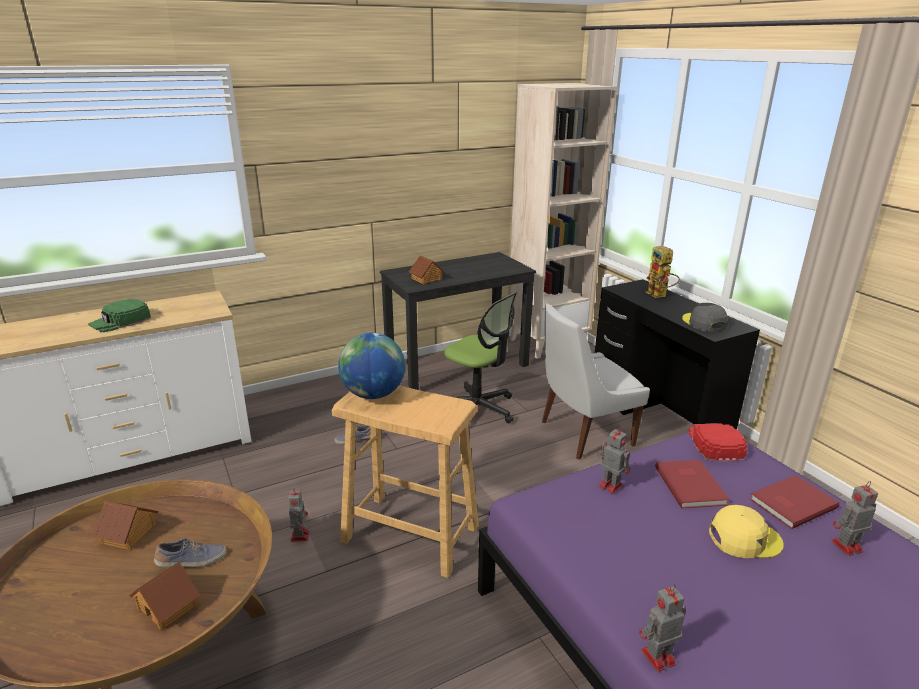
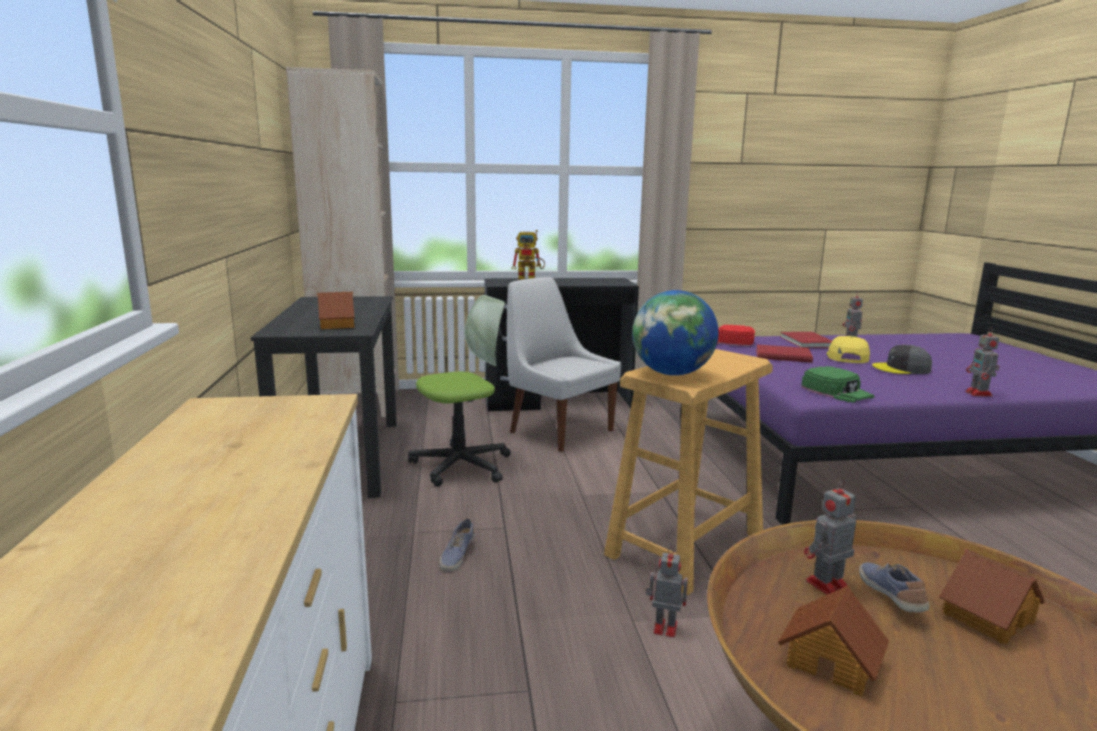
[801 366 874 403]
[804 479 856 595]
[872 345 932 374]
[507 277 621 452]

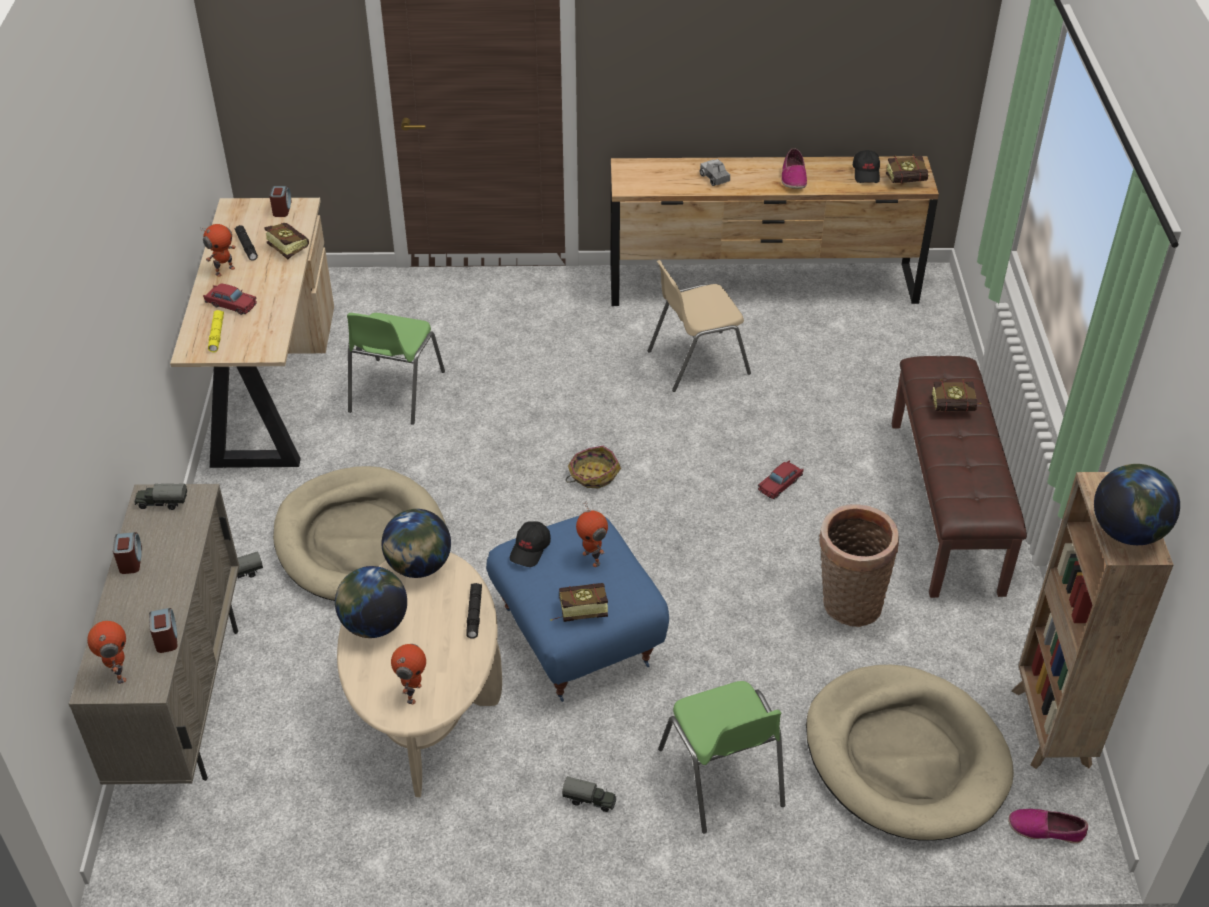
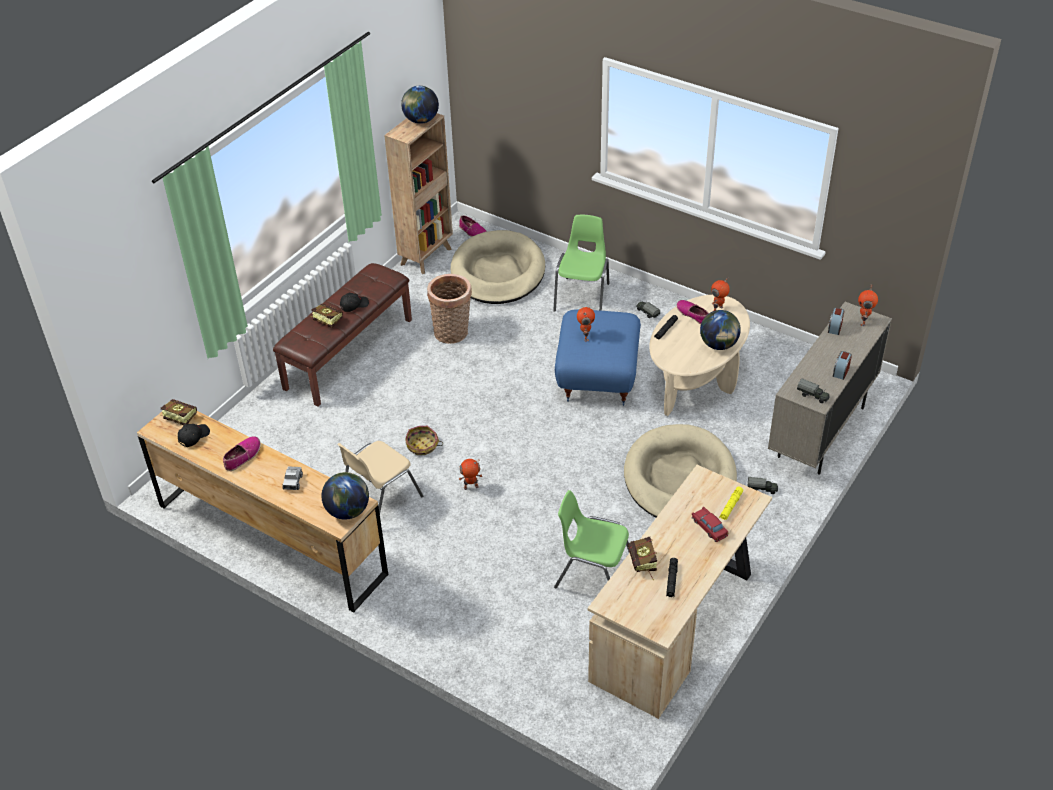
[269 186 292 217] (first image)
[550 583 608 622] (first image)
[758 460 804 499] (first image)
[676 300 709 325]
[459 459 483 490]
[321 472 369 520]
[340 293 369 312]
[405 426 443 455]
[554 490 630 588]
[337 441 423 513]

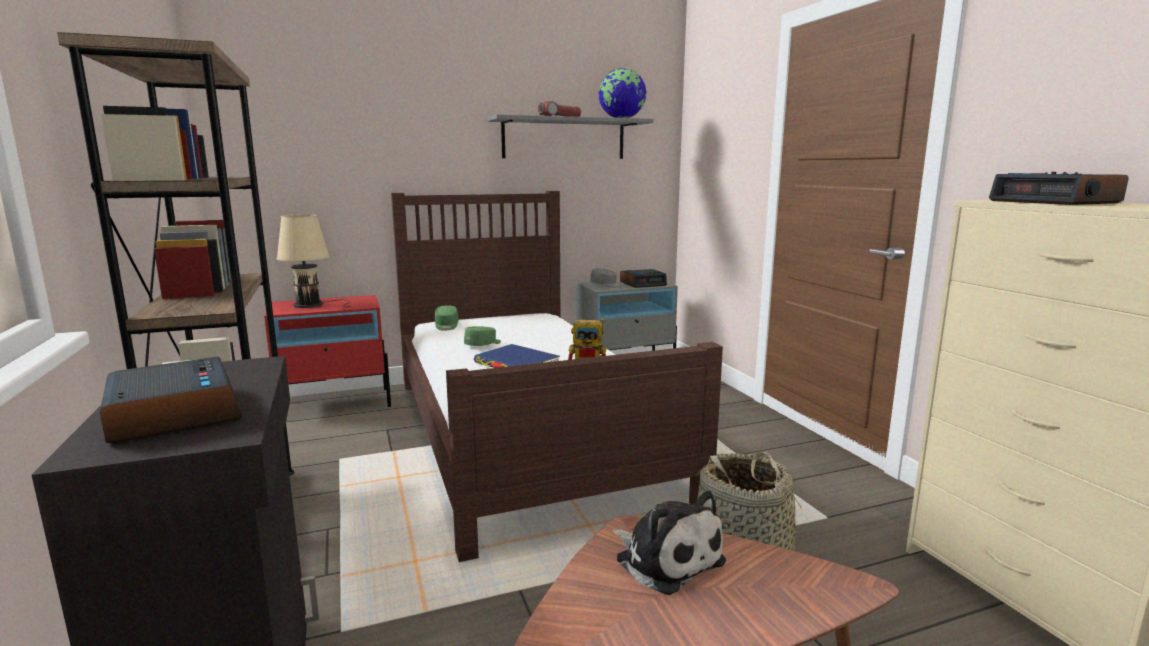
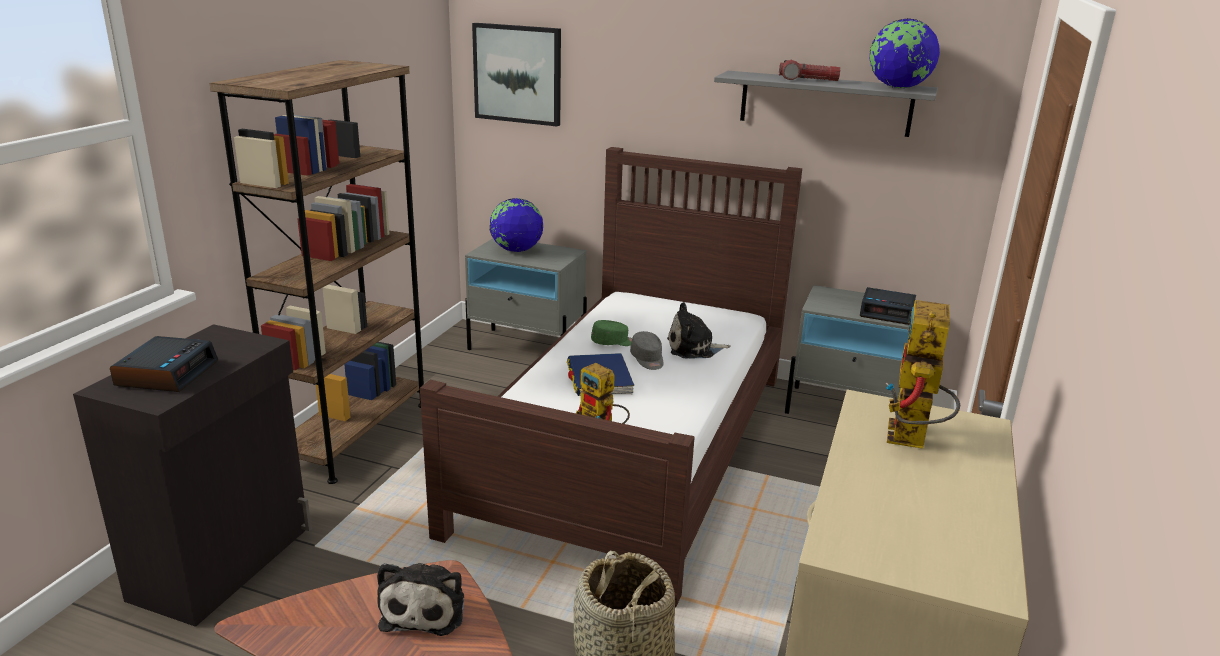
[435 305 459 331] (first image)
[472 23 561 126]
[667 302 731 359]
[630 331 663 370]
[490 198 543 252]
[886 300 960 449]
[465 238 587 350]

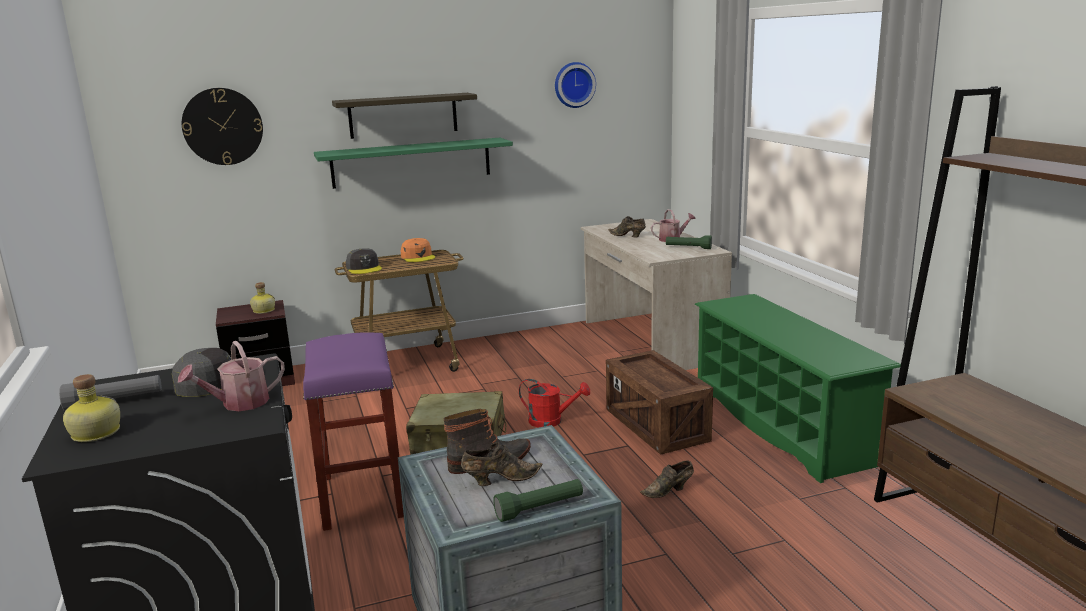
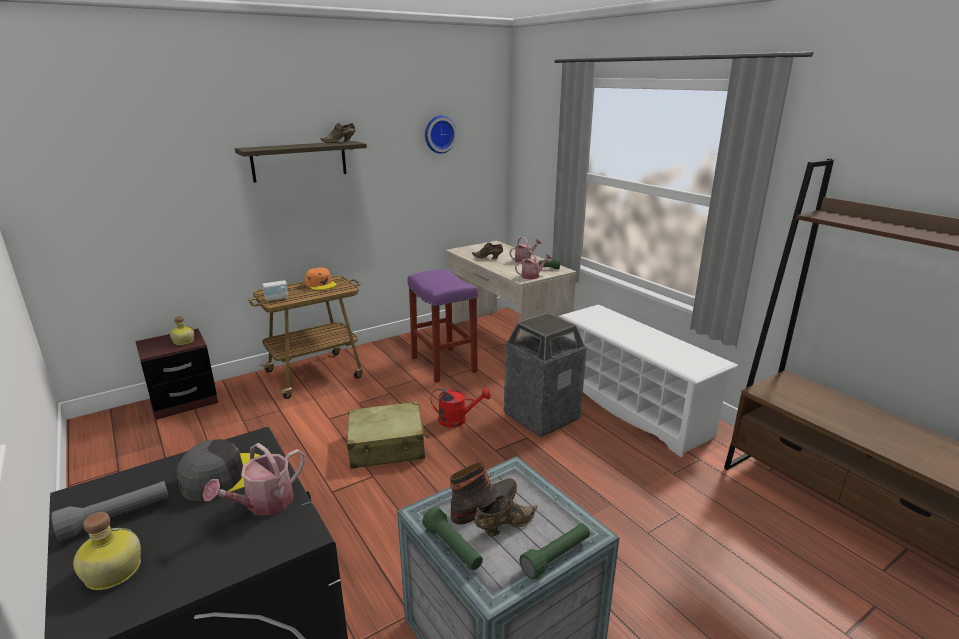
[182 88 263 165] (first image)
[314 138 513 189] (first image)
[422 507 483 570]
[515 251 552 280]
[408 269 478 383]
[320 123 356 143]
[262 270 289 301]
[504 313 586 438]
[559 305 738 457]

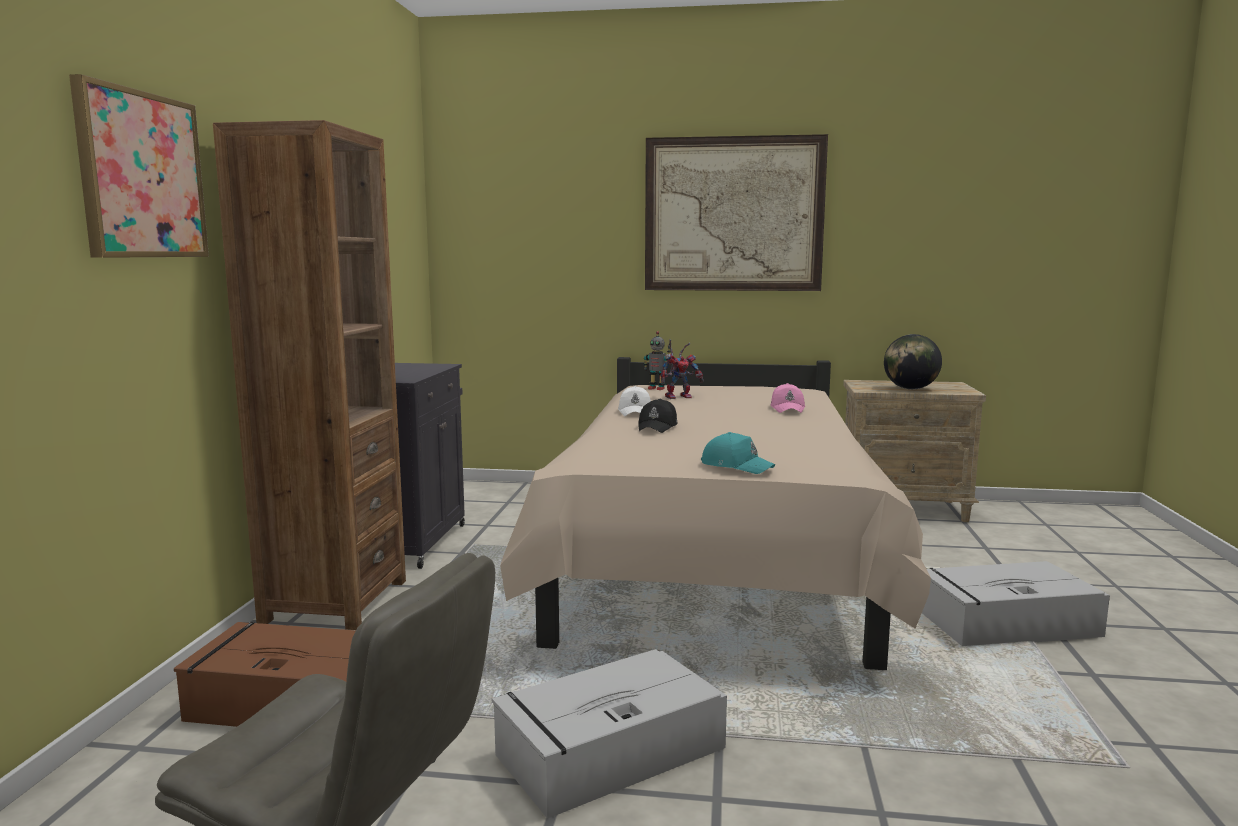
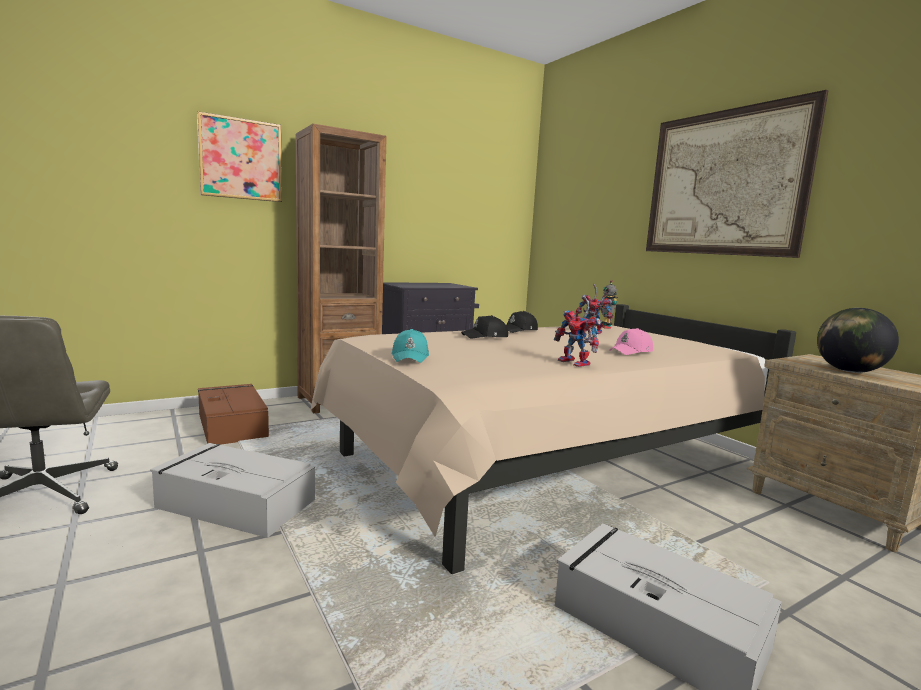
[554 296 602 367]
[506 311 538 333]

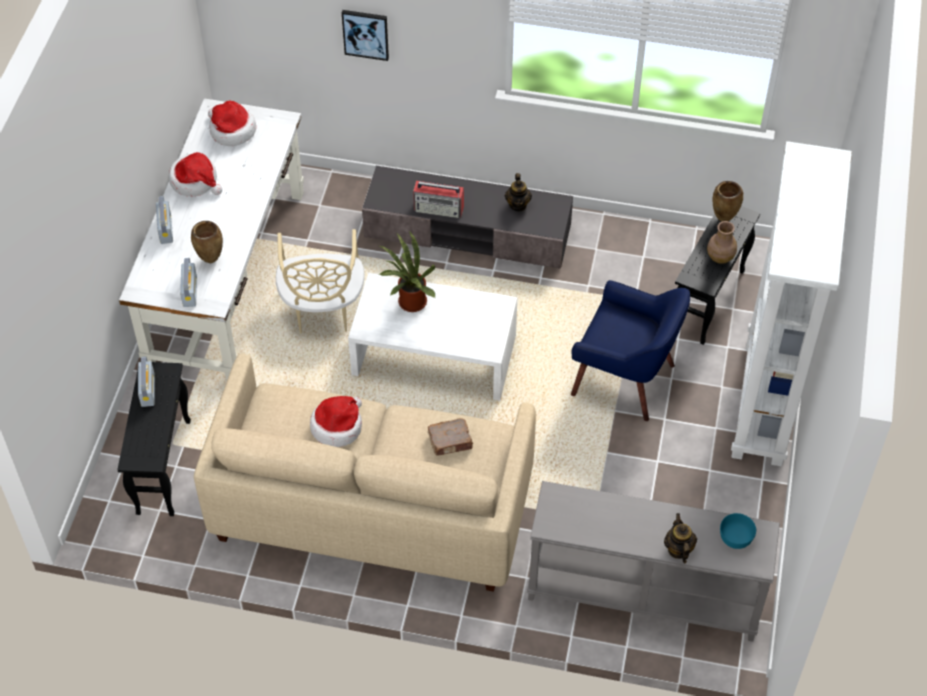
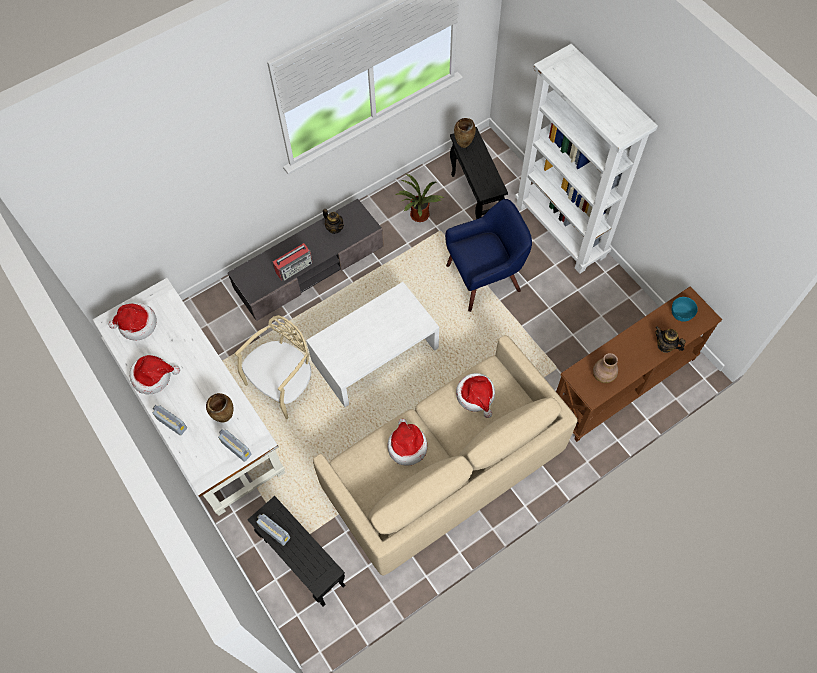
[342 10 389 61] (first image)
[396 174 445 222]
[593 353 618 383]
[456 373 495 418]
[556 287 722 442]
[235 315 311 419]

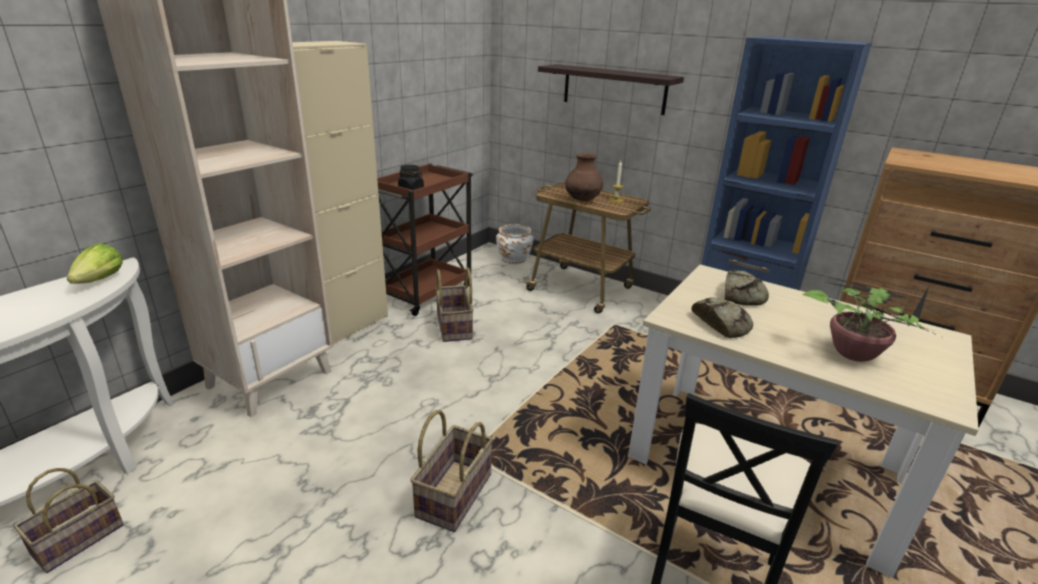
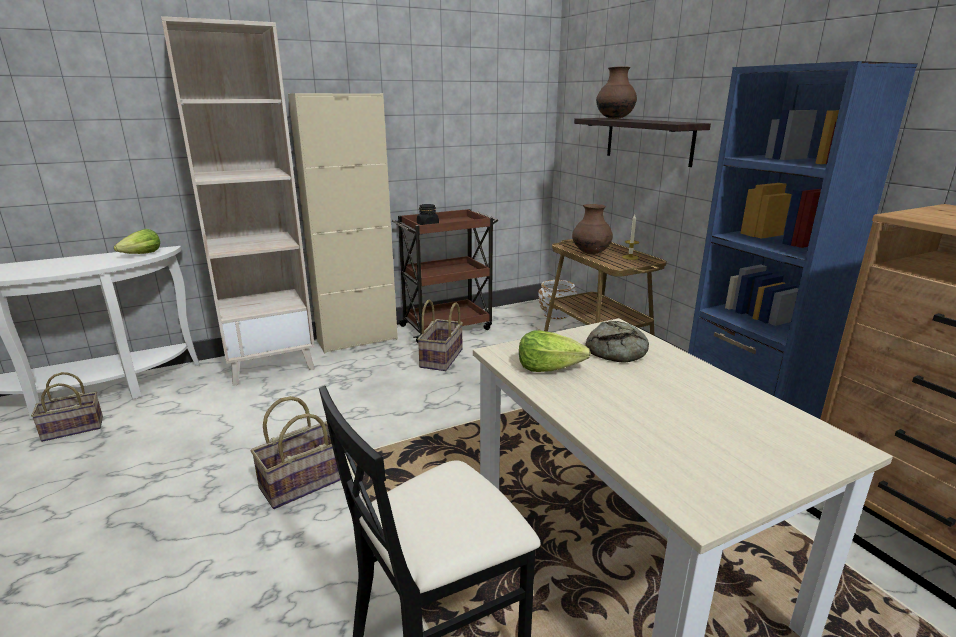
[802 278 939 362] (first image)
[596 67 637 119]
[519 330 591 372]

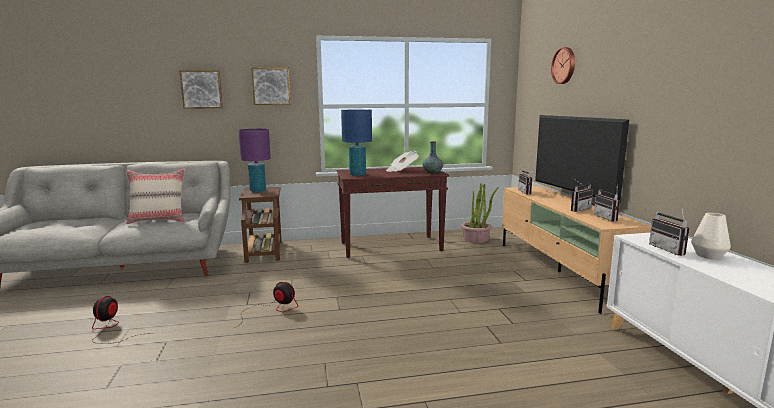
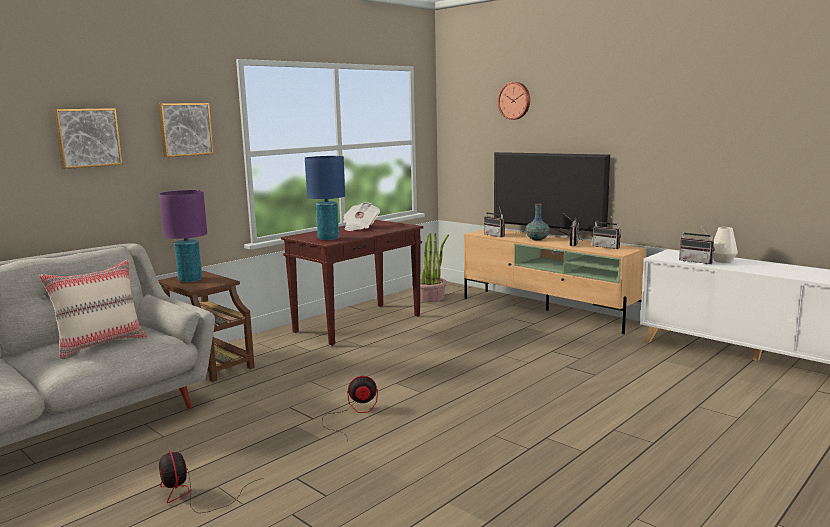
[525 204 550 241]

